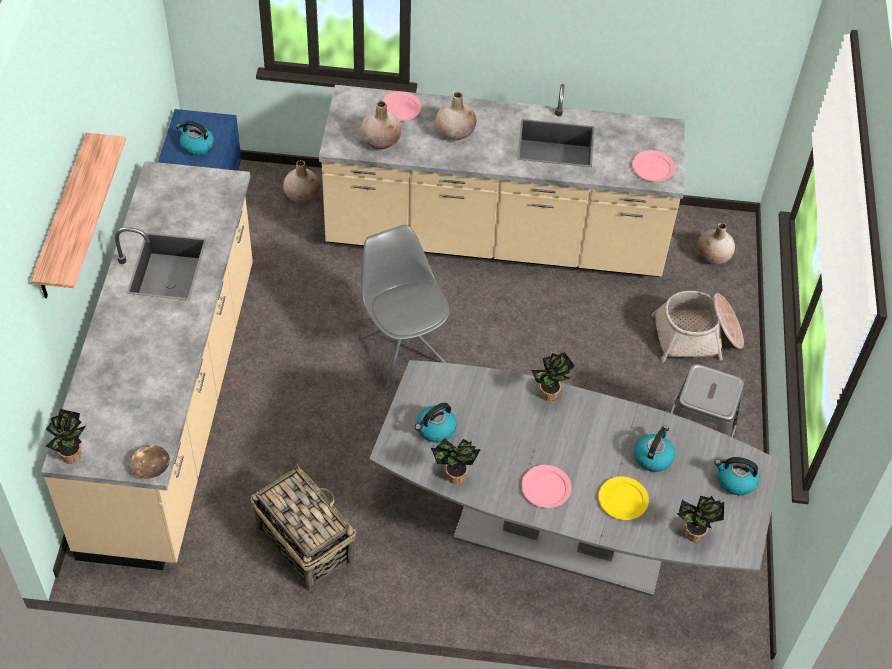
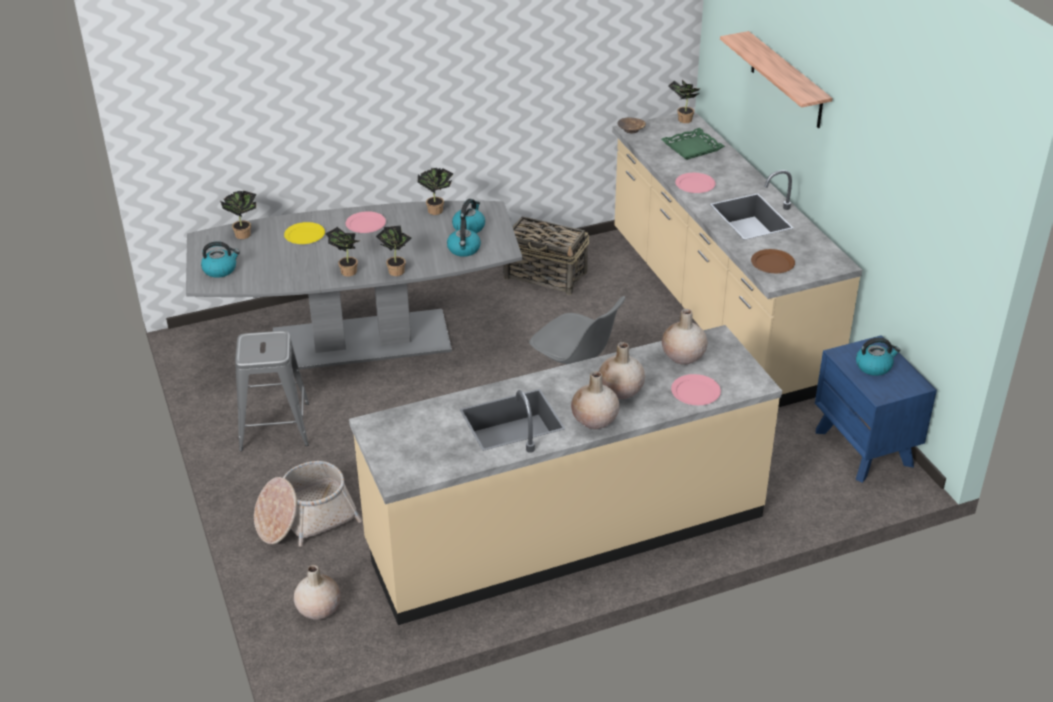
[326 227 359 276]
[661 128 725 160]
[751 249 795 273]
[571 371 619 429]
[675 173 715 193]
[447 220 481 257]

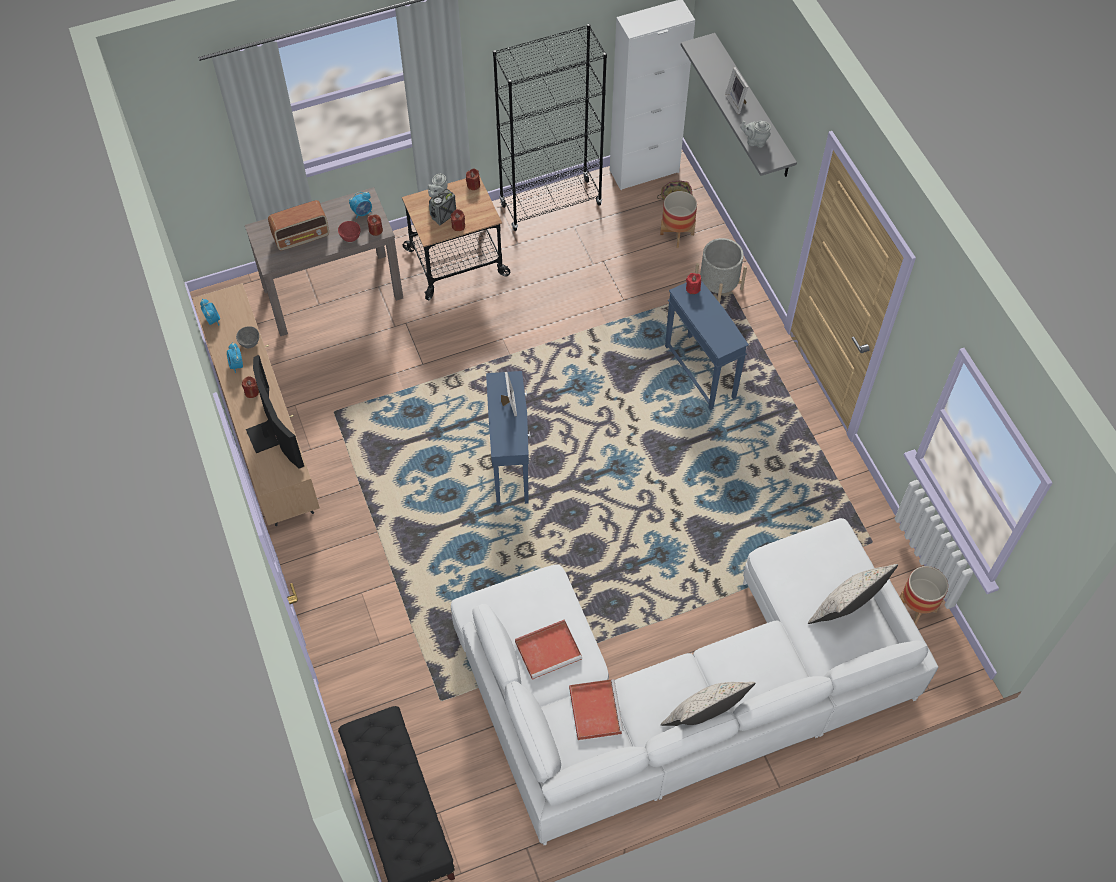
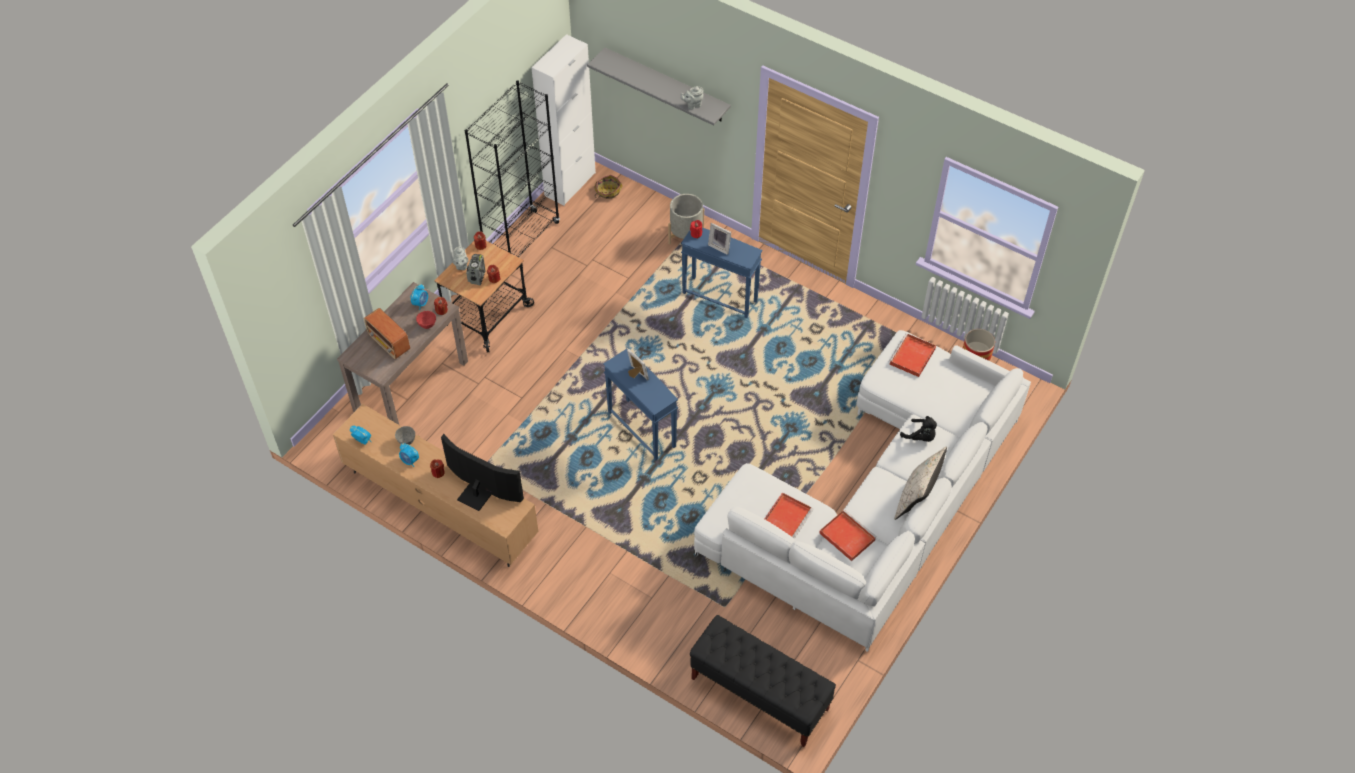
[660 191 697 248] (first image)
[808 564 898 624] (first image)
[889 333 936 377]
[900 416 937 442]
[708 223 731 255]
[364 308 410 359]

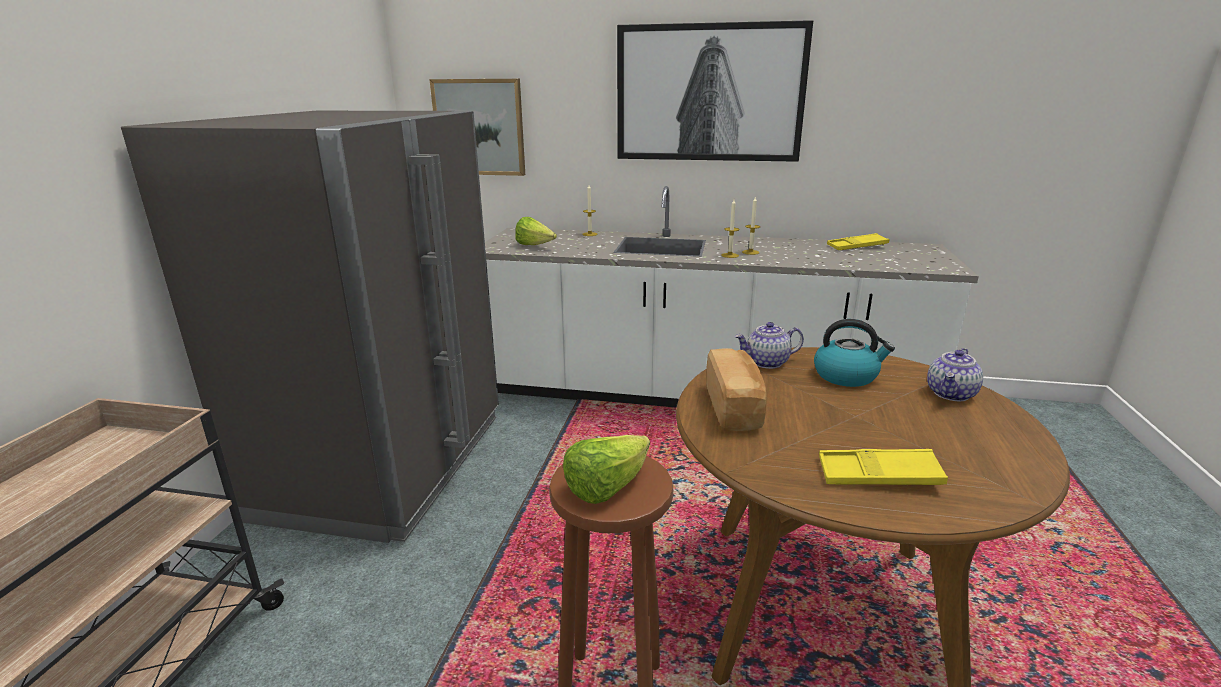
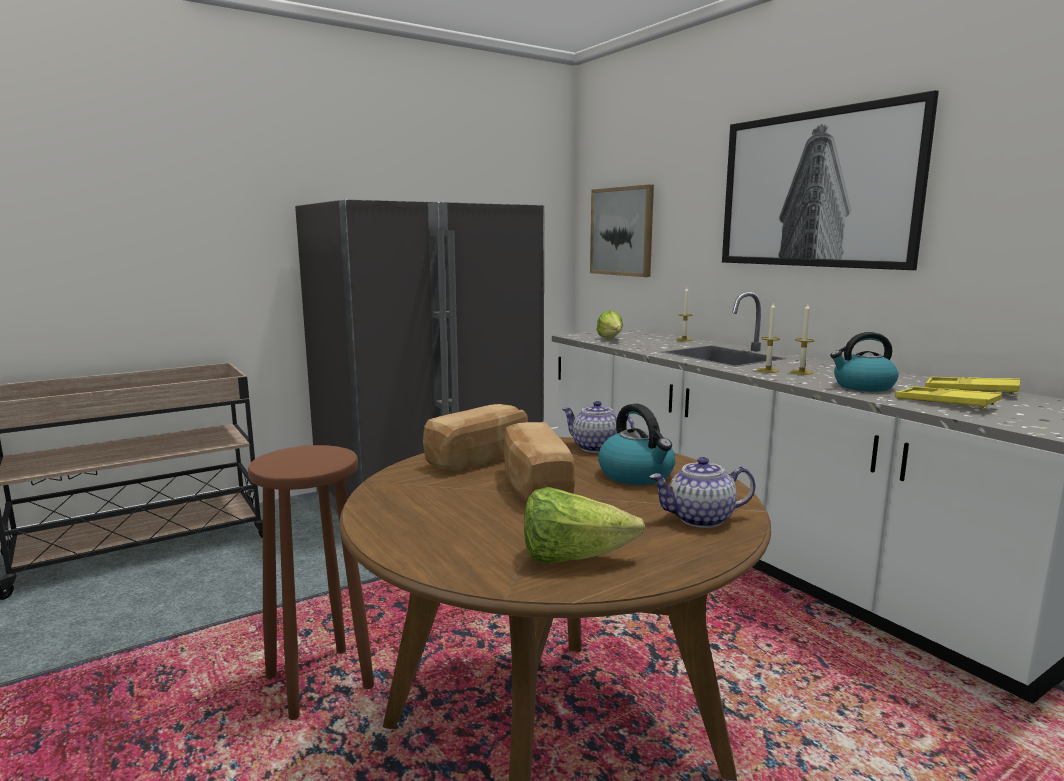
[504 421 575 502]
[830 332 898 392]
[524 487 645 563]
[895 386 1002 409]

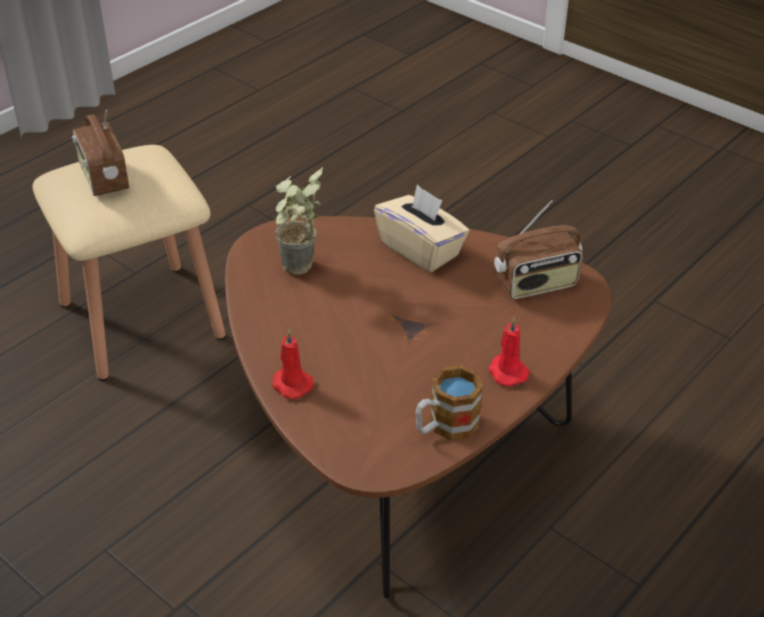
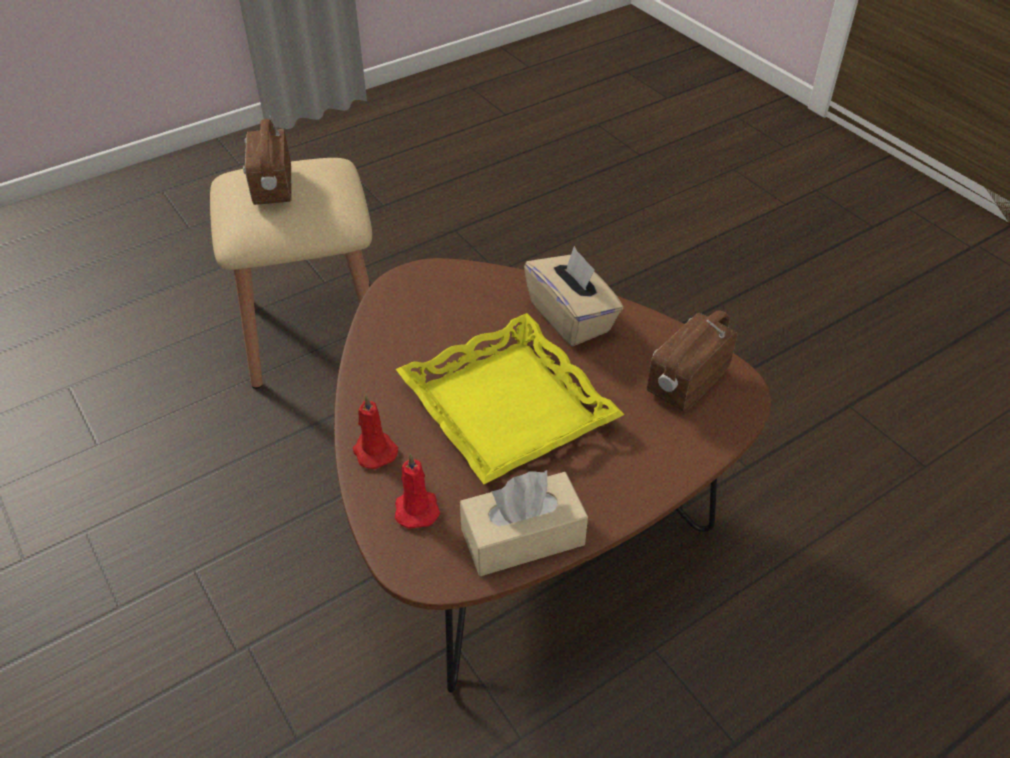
[275 168 323 275] (first image)
[396 313 624 484]
[395 453 440 529]
[460 470 588 576]
[647 310 737 412]

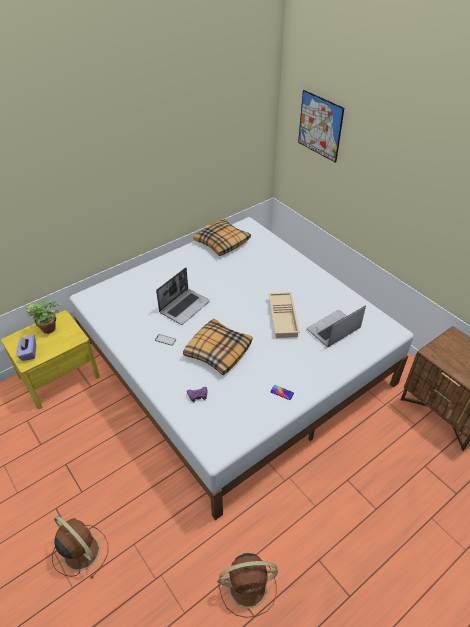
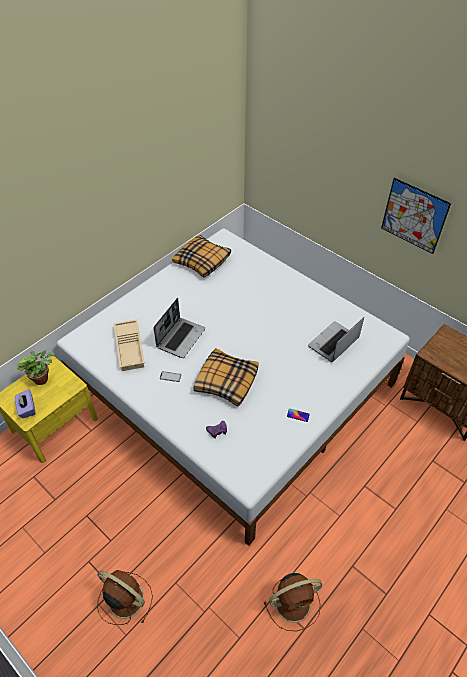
[114 319 145 371]
[381 178 451 254]

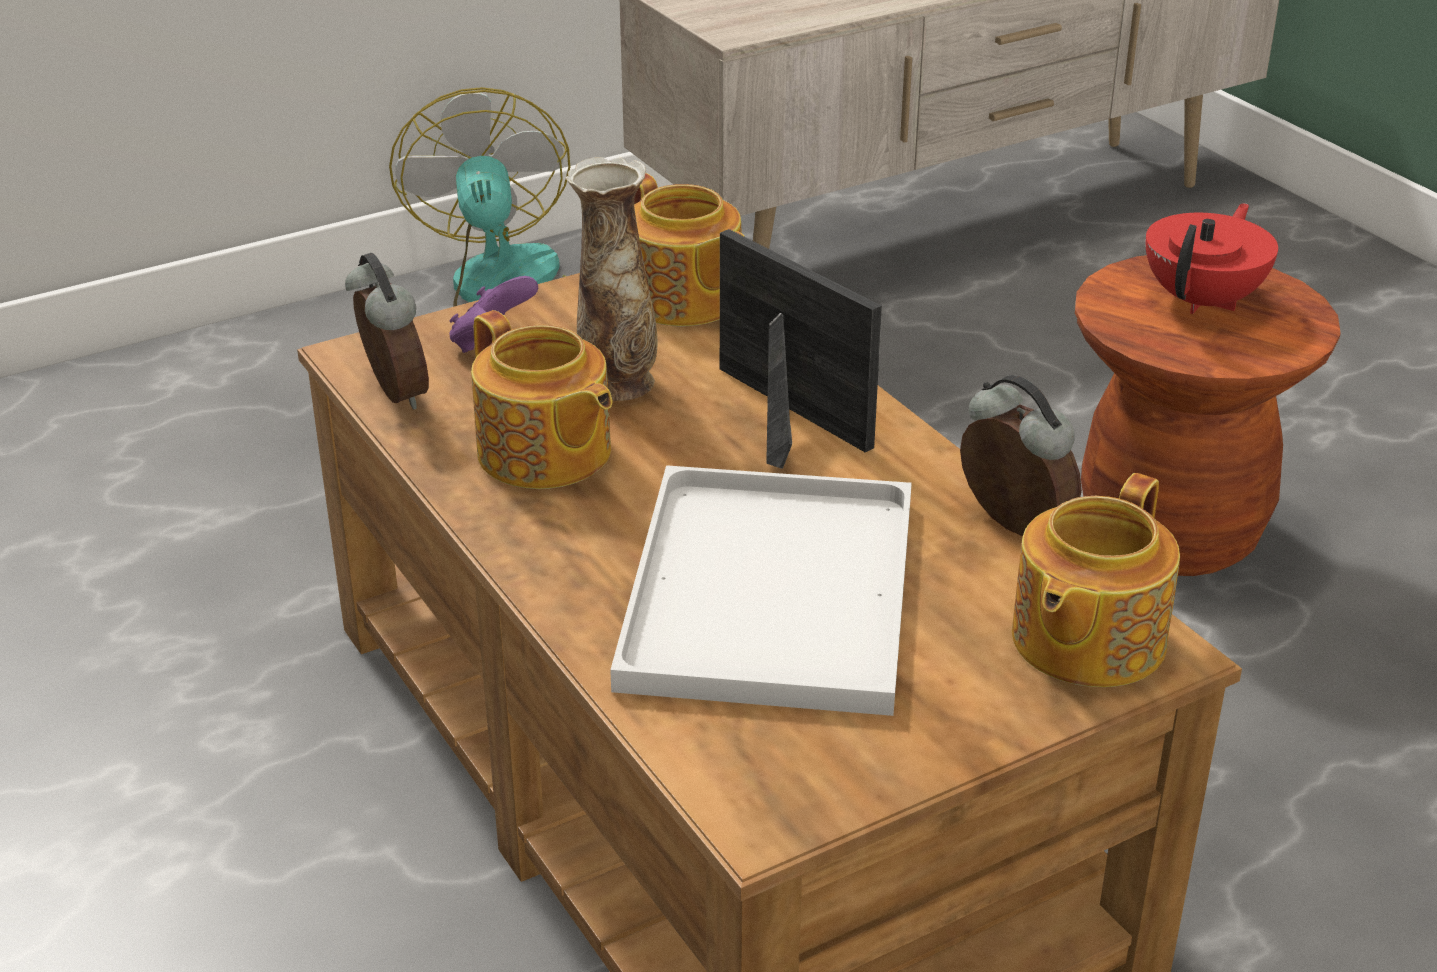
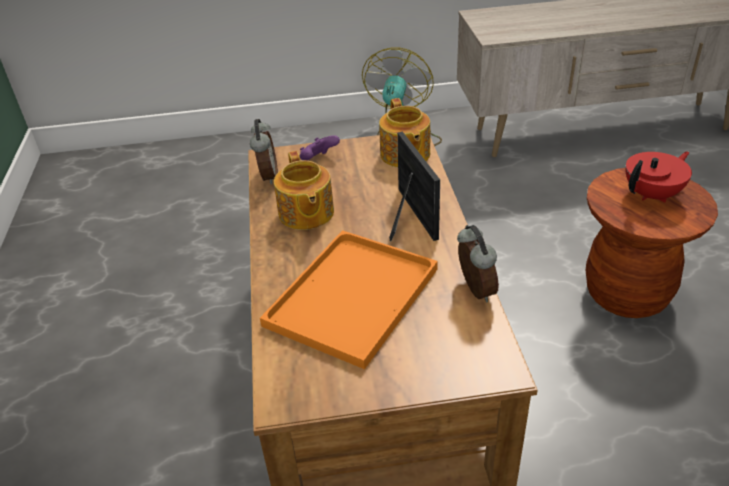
[565 157 658 401] (first image)
[1012 473 1180 687] (first image)
[260 230 438 369]

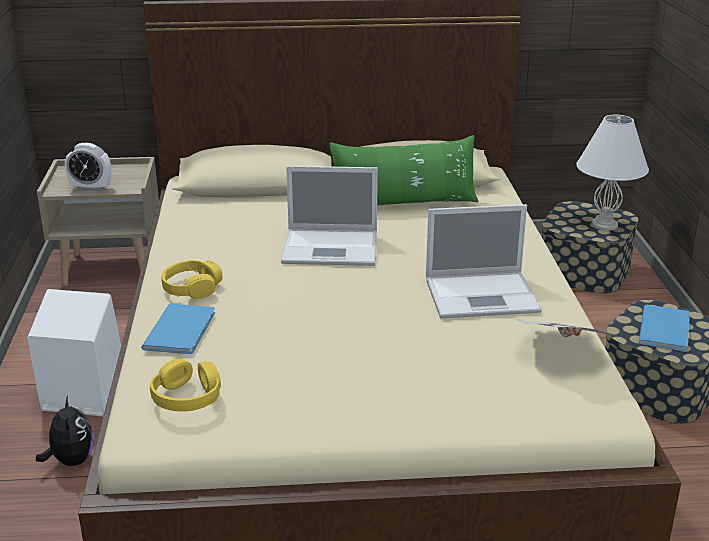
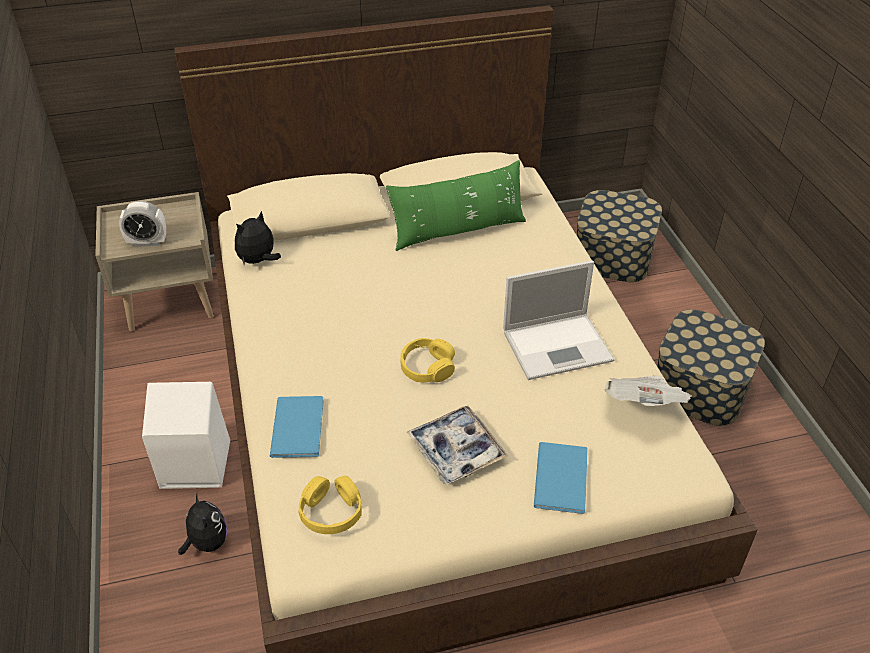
[281 166 378 266] (first image)
[576 115 649 231] (first image)
[235 210 281 266]
[407 406 508 485]
[401 338 455 383]
[534 442 588 514]

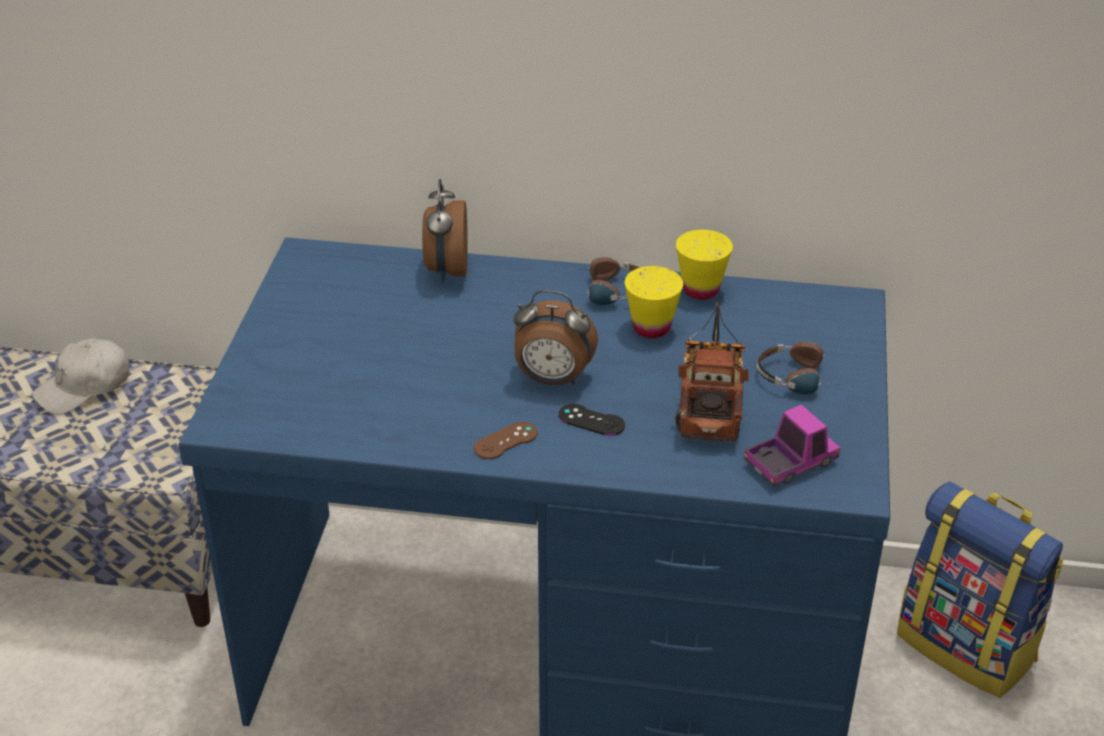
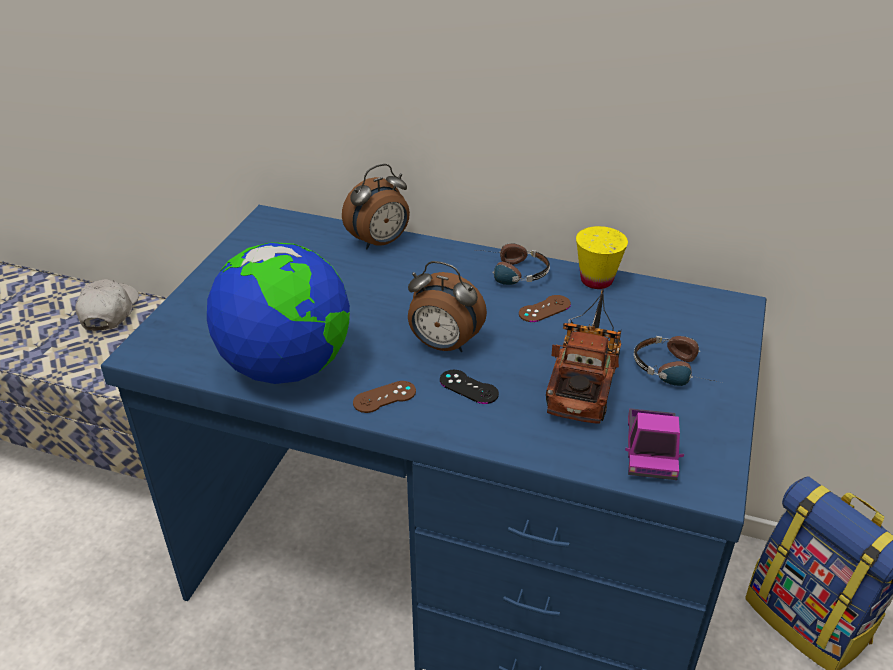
[207 242 350 384]
[519 295 571 322]
[75 279 139 331]
[342 164 410 249]
[625 408 684 480]

